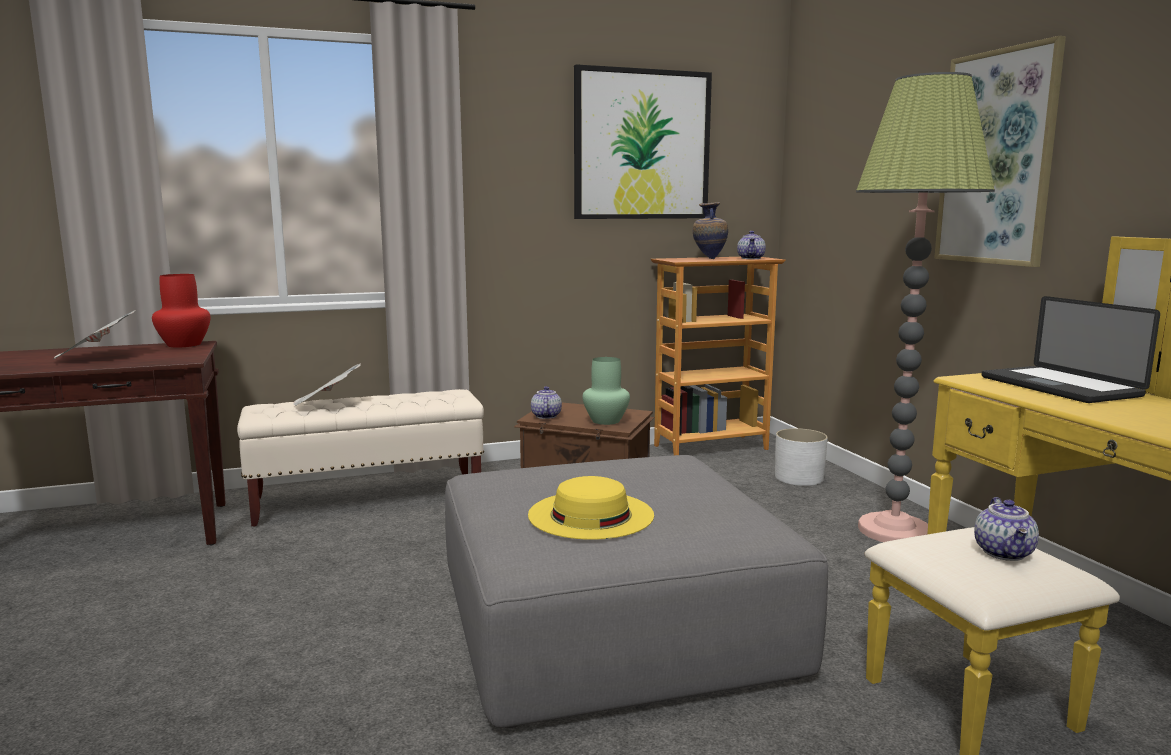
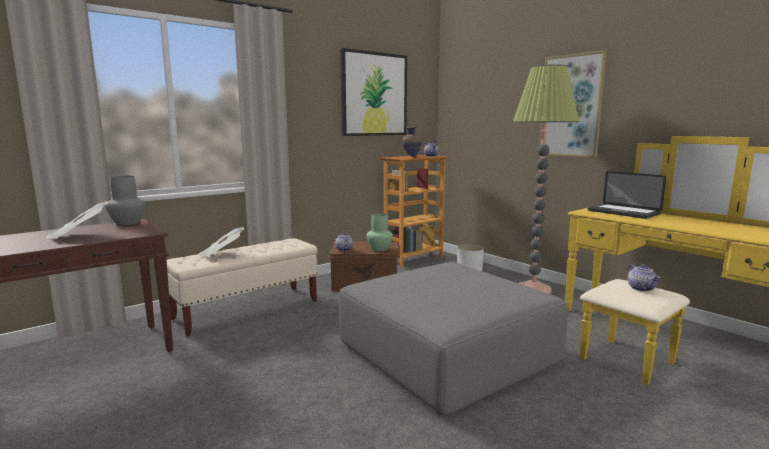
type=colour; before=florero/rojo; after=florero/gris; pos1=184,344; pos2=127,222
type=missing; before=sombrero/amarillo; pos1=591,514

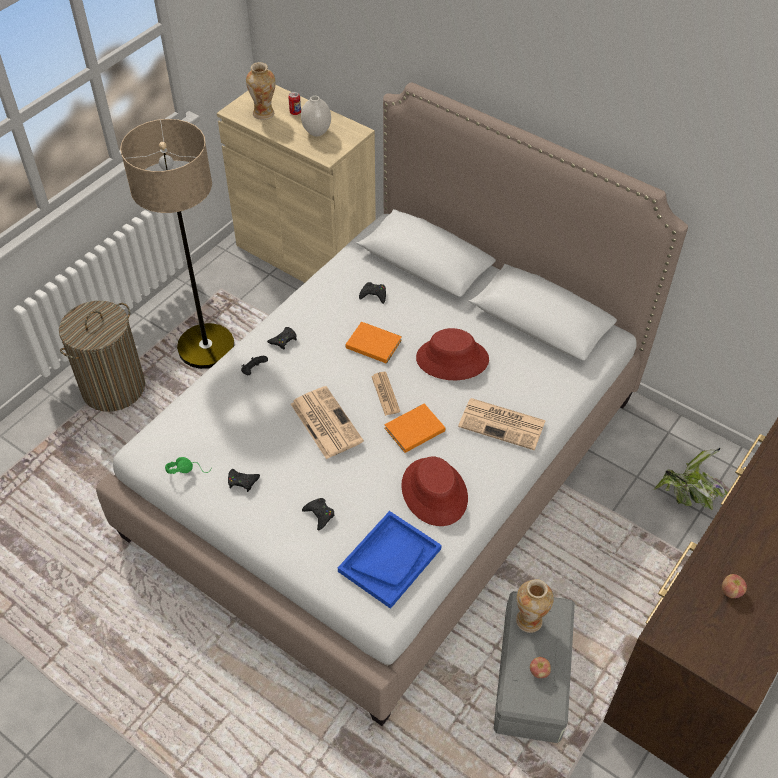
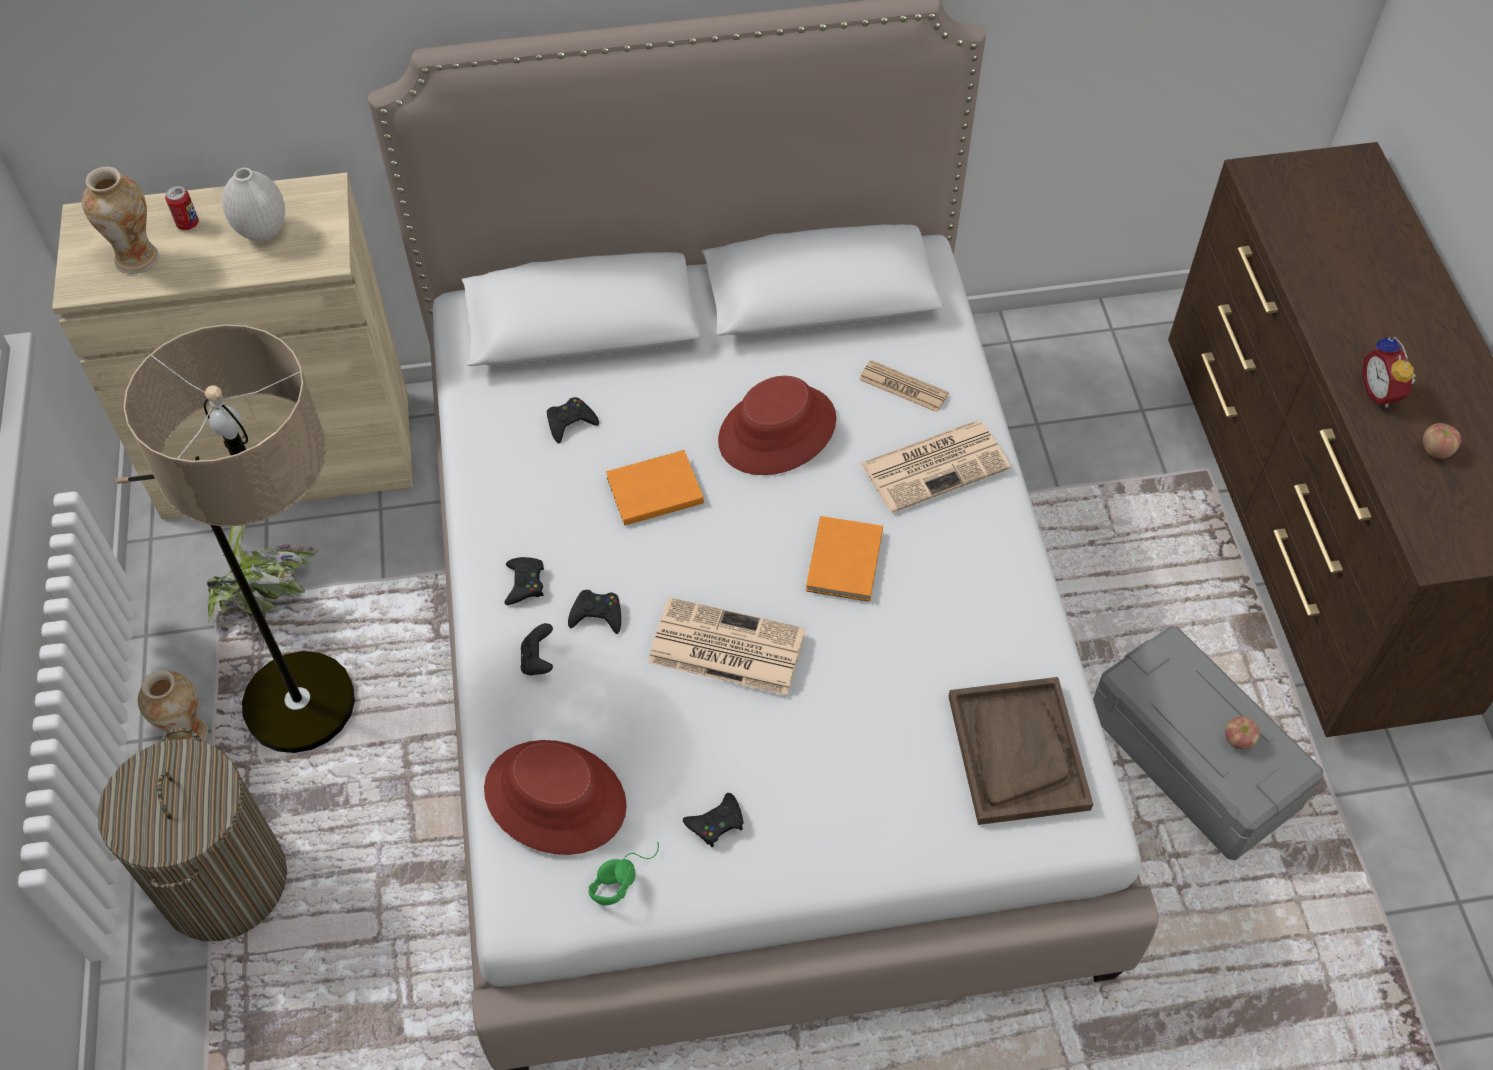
type=relocated; before=periódico; pos1=385,394; pos2=903,387
type=relocated; before=planta en maceta; pos1=688,498; pos2=265,598
type=relocated; before=sombrero/rojo; pos1=434,492; pos2=556,797
type=relocated; before=mando de consola/negro; pos1=319,515; pos2=597,615
type=colour; before=bandeja/azul; after=bandeja/marrón; pos1=389,560; pos2=1017,752
type=relocated; before=florero; pos1=529,620; pos2=188,733
type=appeared; after=despertador; pos2=1382,392

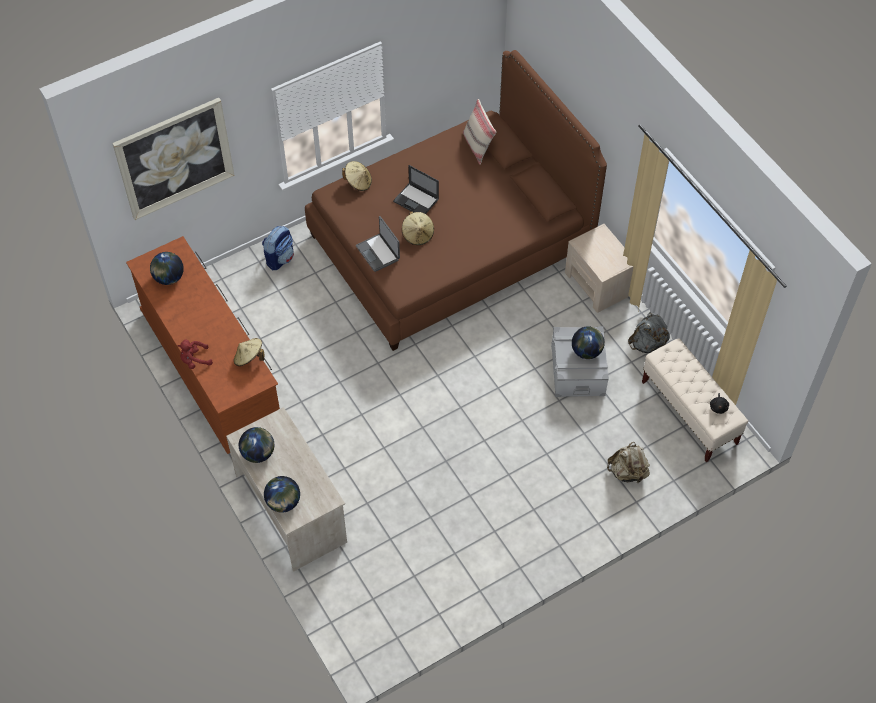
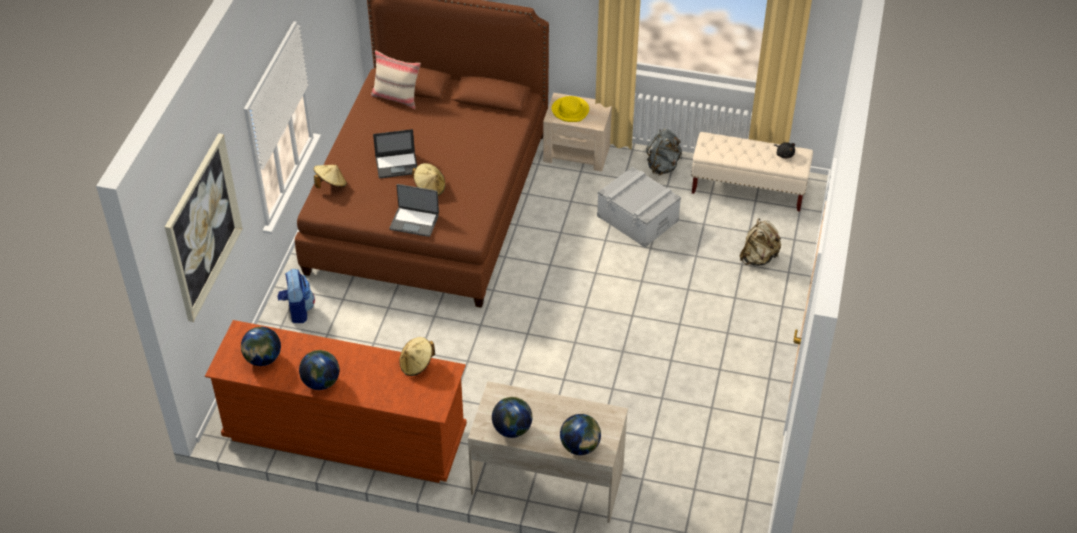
type=relocated; before=globo terráqueo; pos1=586,351; pos2=321,382
type=missing; before=peluche/rojo; pos1=195,360
type=appeared; after=sombrero/amarillo; pos2=570,111

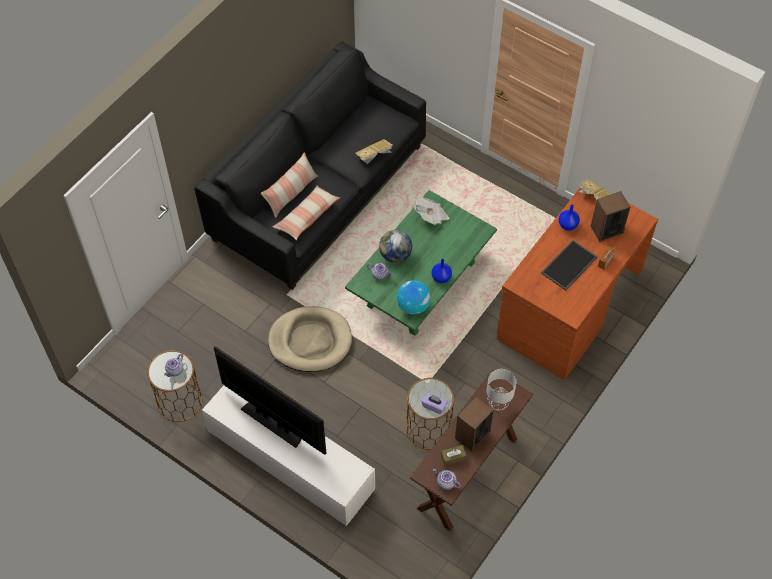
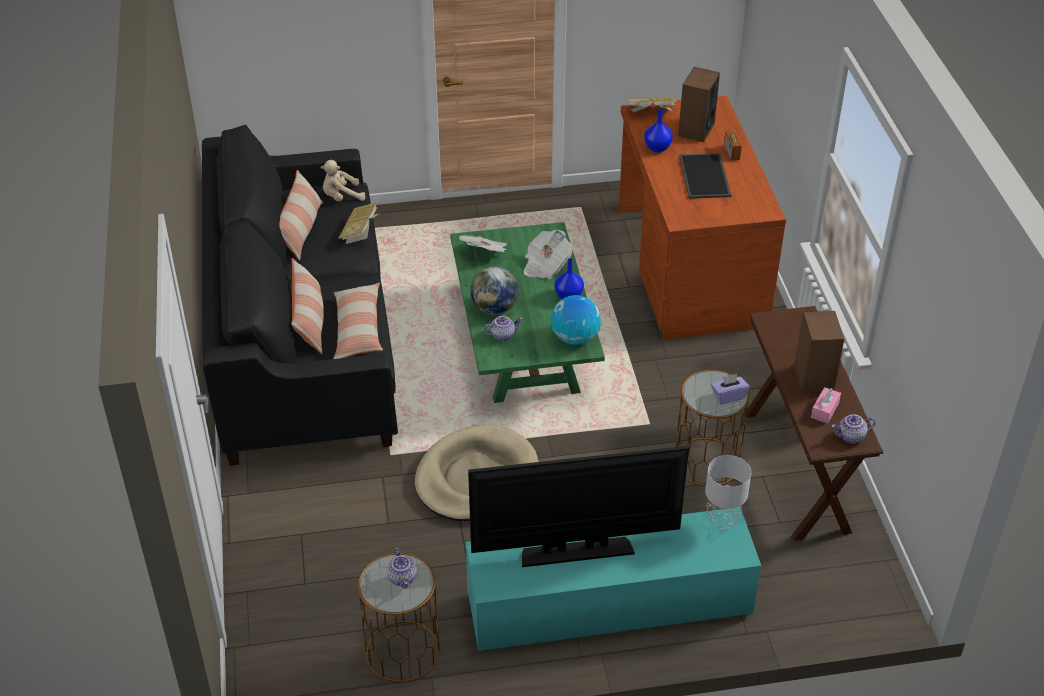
type=relocated; before=lámpara de mesa/gris; pos1=497,404; pos2=721,521
type=colour; before=mueble de televisión/blanco; after=mueble de televisión/turquesa; pos1=289,460; pos2=607,606
type=colour; before=caja de pañuelos/marrón; after=caja de pañuelos/rosa; pos1=453,457; pos2=824,410
type=appeared; after=peluche/beis; pos2=341,197
type=appeared; after=cojín; pos2=301,230
type=appeared; after=periódico; pos2=545,265

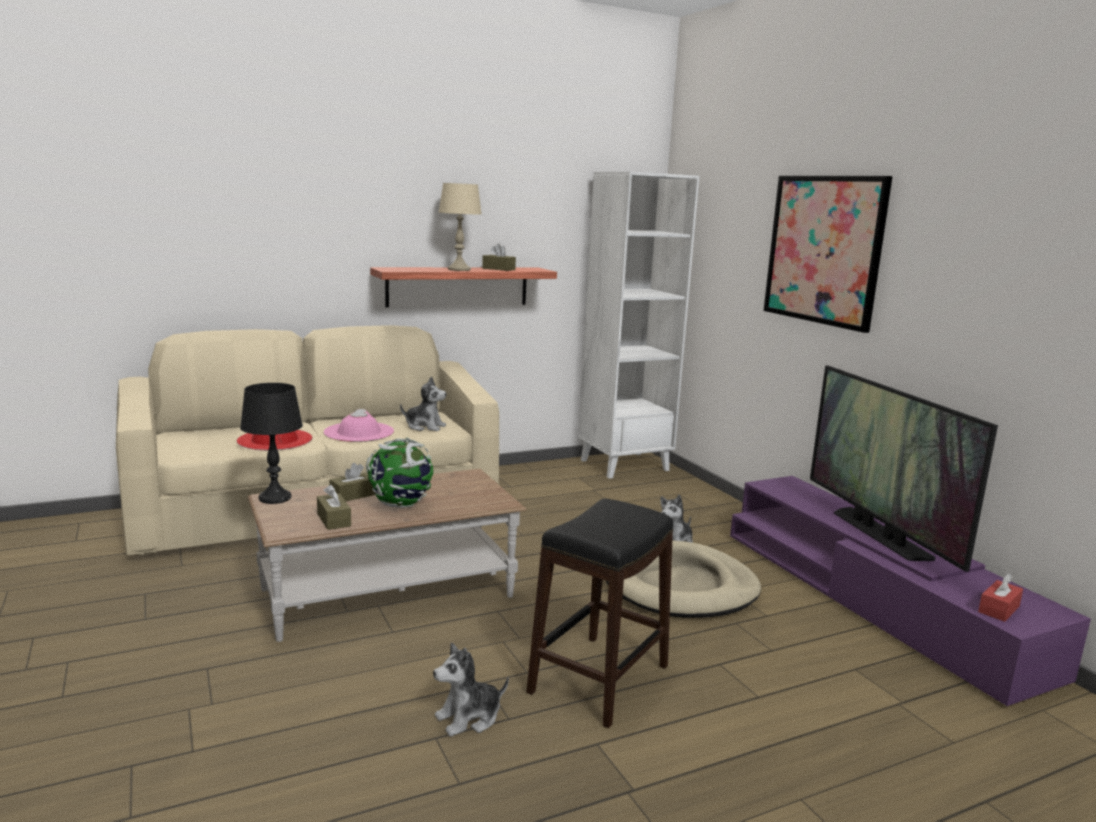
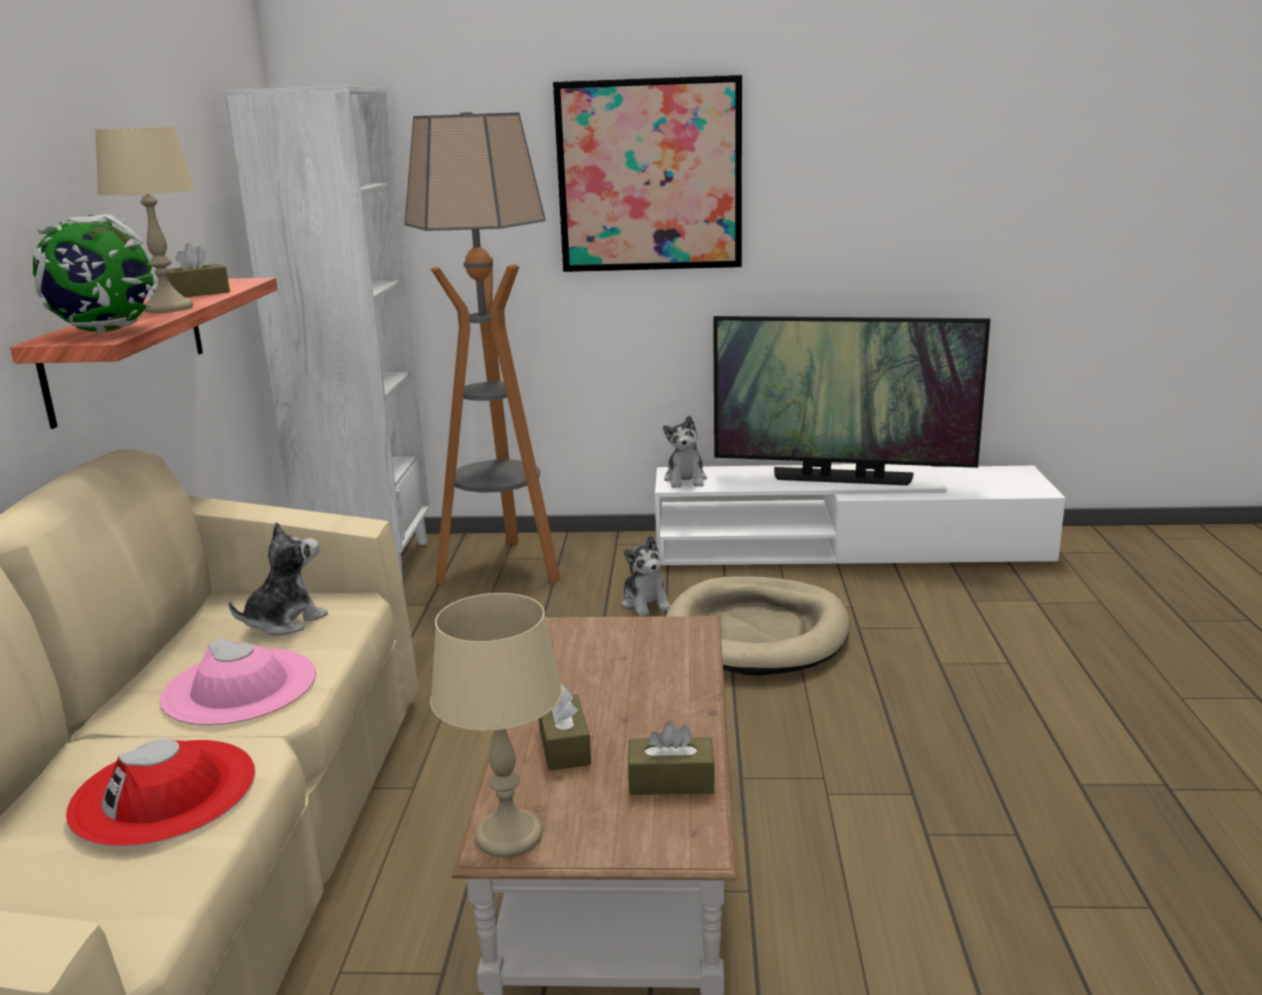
type=colour; before=lámpara de mesa/negro; after=lámpara de mesa/beis; pos1=275,498; pos2=510,835
type=relocated; before=globo terráqueo; pos1=401,504; pos2=104,331
type=colour; before=mueble de televisión/morado; after=mueble de televisión/blanco; pos1=872,599; pos2=847,548
type=missing; before=taburete/negro; pos1=600,679
type=missing; before=caja de pañuelos/rojo; pos1=998,609
type=relocated; before=peluche; pos1=469,718; pos2=686,479
type=appeared; after=lámpara de pie; pos2=503,568

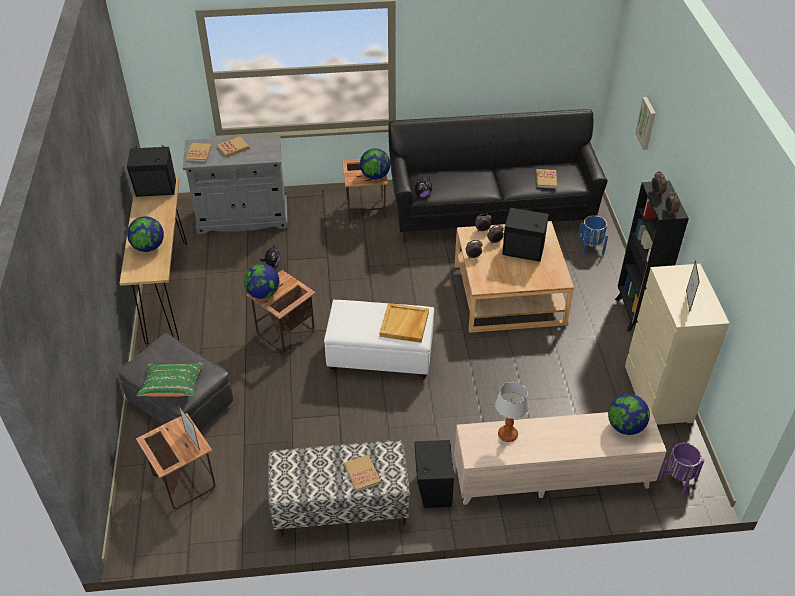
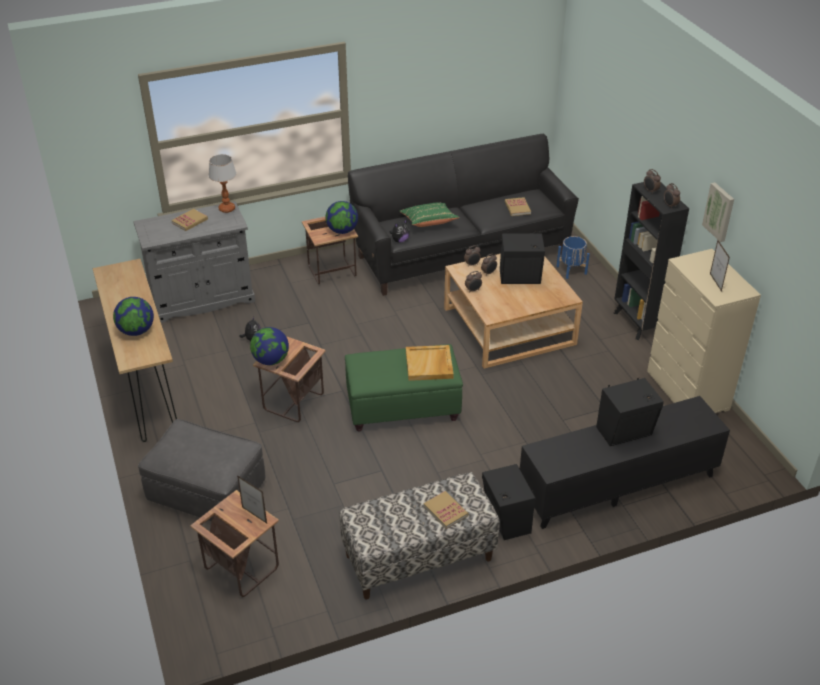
type=relocated; before=cuadro; pos1=647,123; pos2=719,211
type=missing; before=libro; pos1=199,153
type=relocated; before=altavoz/negro; pos1=156,189; pos2=626,432
type=colour; before=puf/blanco; after=puf/verde; pos1=379,357; pos2=402,407
type=relocated; before=cojín/verde; pos1=173,387; pos2=429,223
type=relocated; before=lámpara de mesa; pos1=508,435; pos2=227,209
type=missing; before=globo terráqueo; pos1=625,426
type=colour; before=mueble de televisión/beis; after=mueble de televisión/negro; pos1=552,477; pos2=617,485
type=missing; before=maceta/morado; pos1=678,478

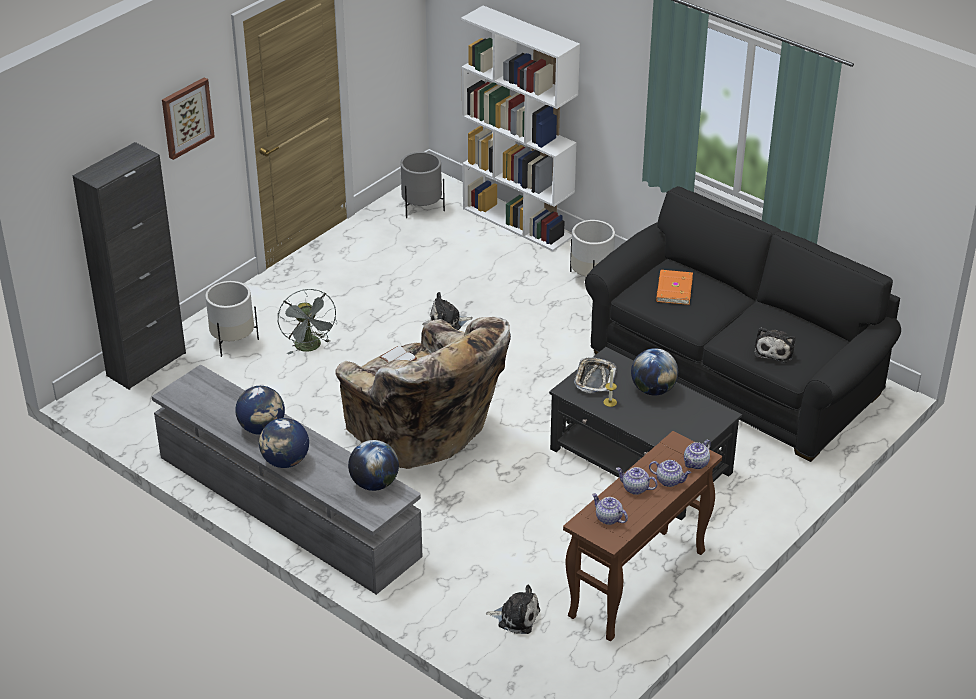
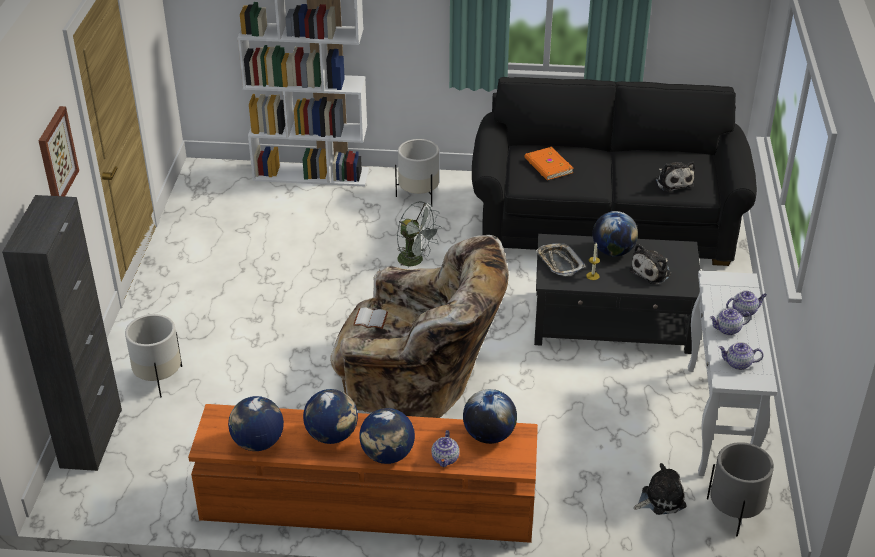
type=relocated; before=maceta/gris; pos1=422,208; pos2=734,512
type=relocated; before=ventilador/gris; pos1=310,347; pos2=415,260
type=relocated; before=peluche; pos1=448,322; pos2=652,272
type=colour; before=mueble de televisión/gris; after=mueble de televisión/naranja; pos1=288,507; pos2=368,505
type=colour; before=mesa consola/marrón; after=mesa consola/blanco; pos1=637,585; pos2=718,422
type=relocated; before=tetera; pos1=696,464; pos2=445,459
type=appeared; after=globo terráqueo; pos2=258,443

